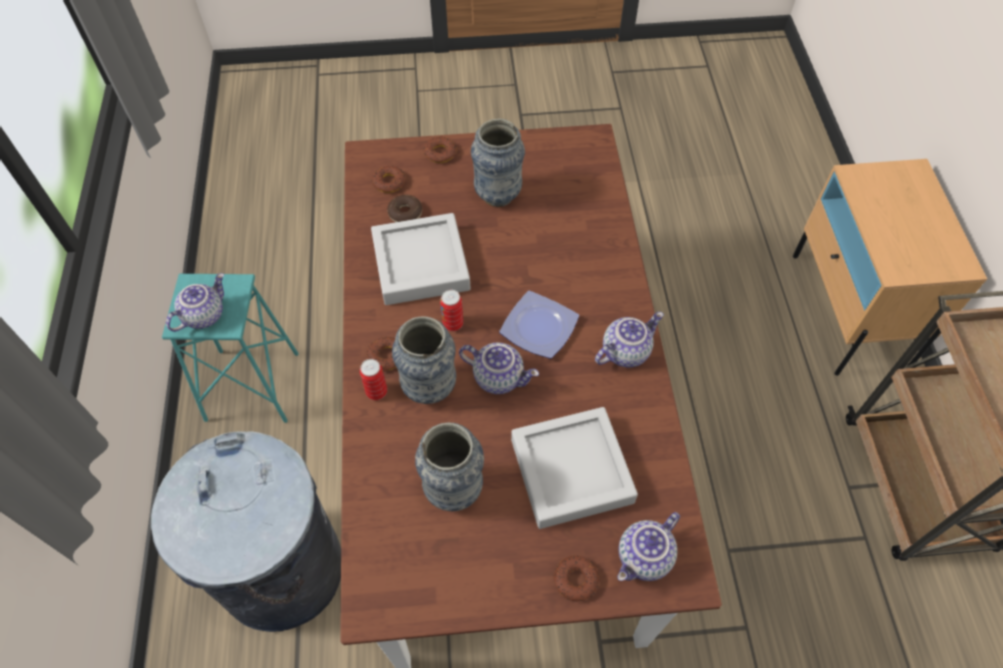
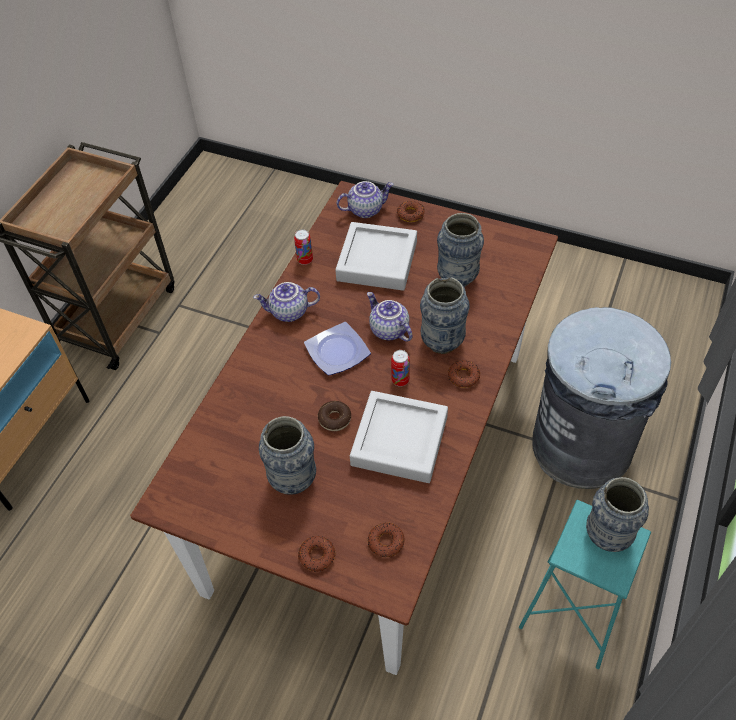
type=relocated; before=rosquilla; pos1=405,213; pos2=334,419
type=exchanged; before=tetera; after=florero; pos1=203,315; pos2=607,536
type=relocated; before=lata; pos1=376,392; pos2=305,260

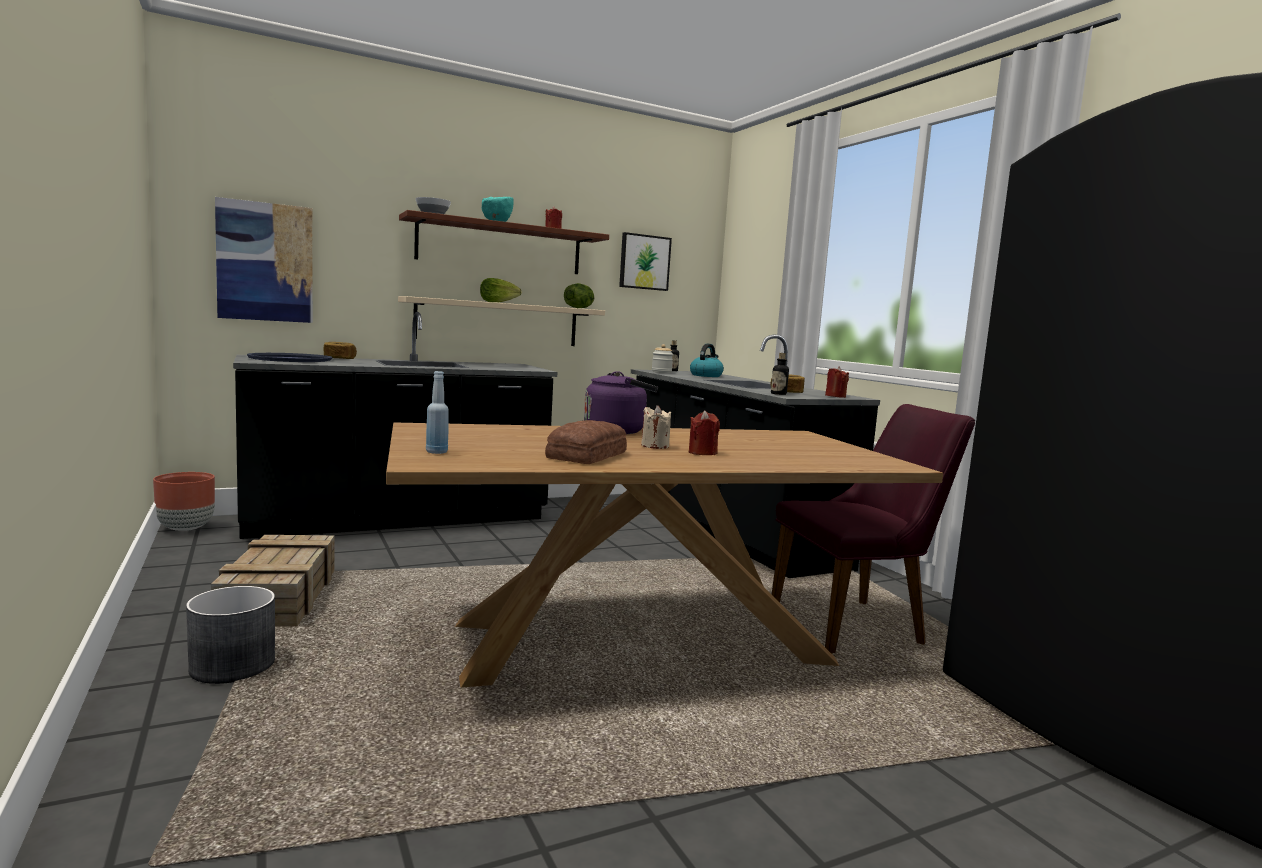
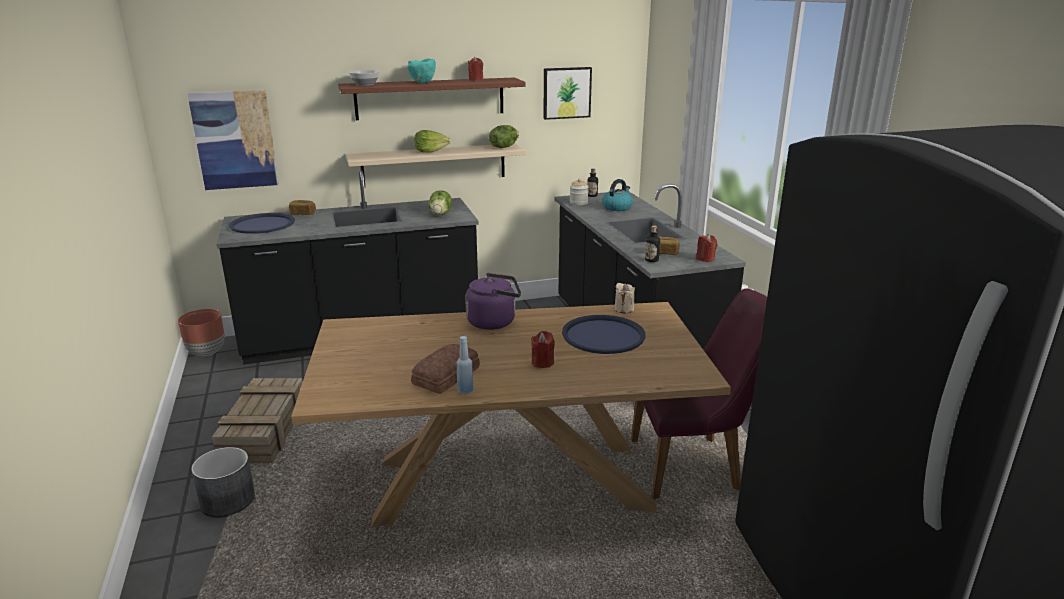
type=relocated; before=botella/azul; pos1=437,452; pos2=465,391
type=relocated; before=vela/beis; pos1=655,446; pos2=624,309
type=appeared; after=lechuga; pos2=441,214
type=appeared; after=bandeja/azul; pos2=603,335

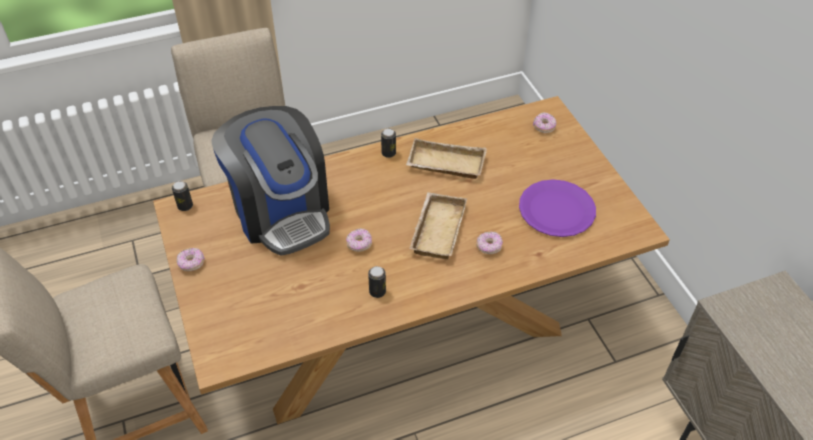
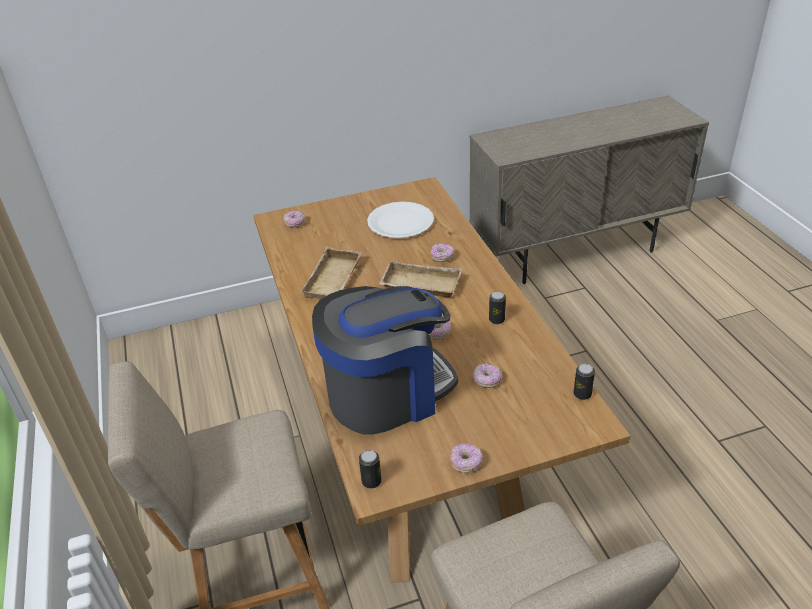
type=relocated; before=lata; pos1=388,153; pos2=582,394
type=colour; before=plato/morado; after=plato/blanco; pos1=556,210; pos2=400,222
type=appeared; after=rosquilla; pos2=486,380

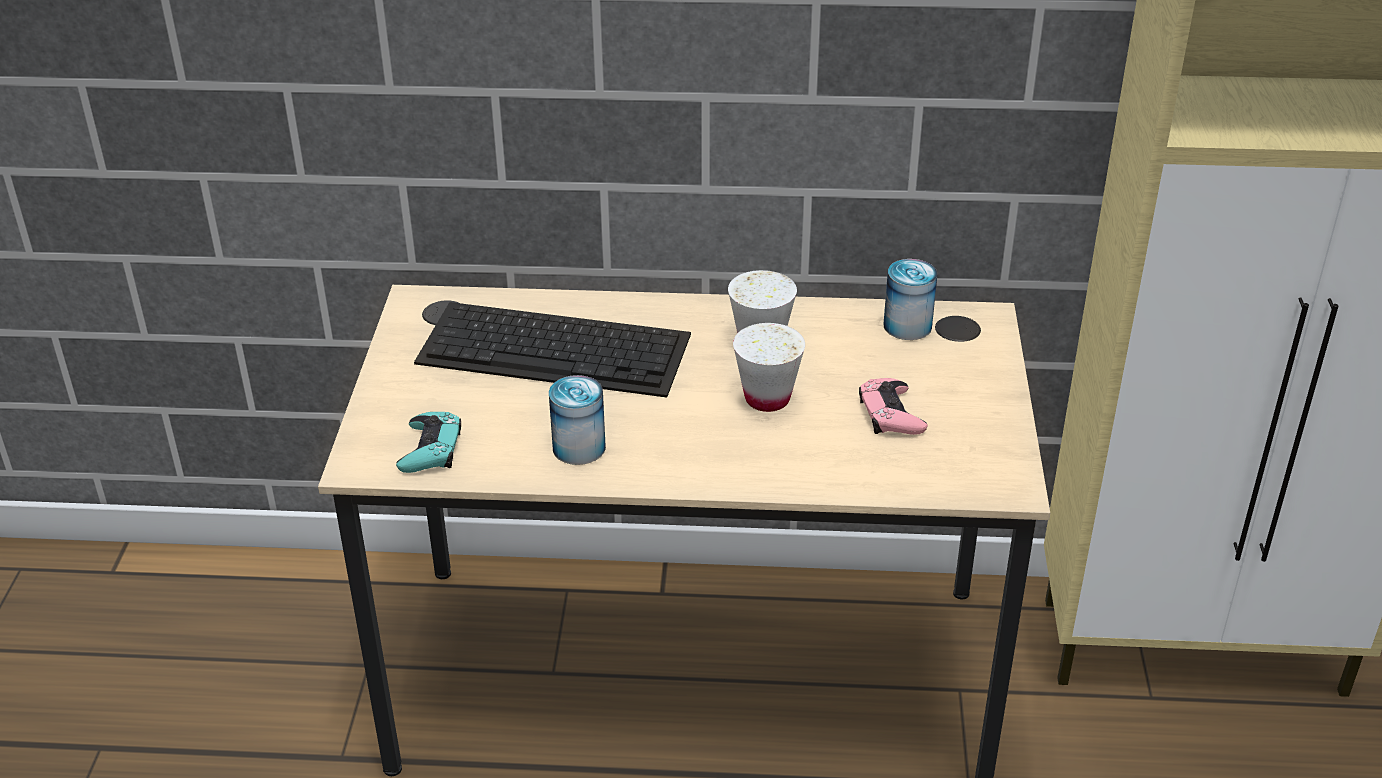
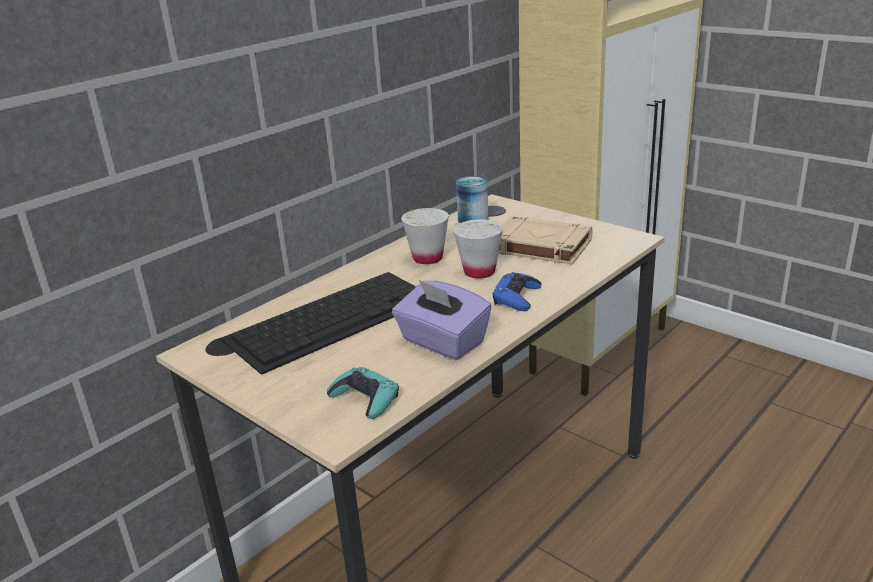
type=exchanged; before=lata; after=caja de pañuelos/morado; pos1=579,447; pos2=442,342
type=exchanged; before=mando de consola/rosa; after=libro/beis; pos1=891,414; pos2=539,246
type=appeared; after=mando de consola/azul; pos2=516,297

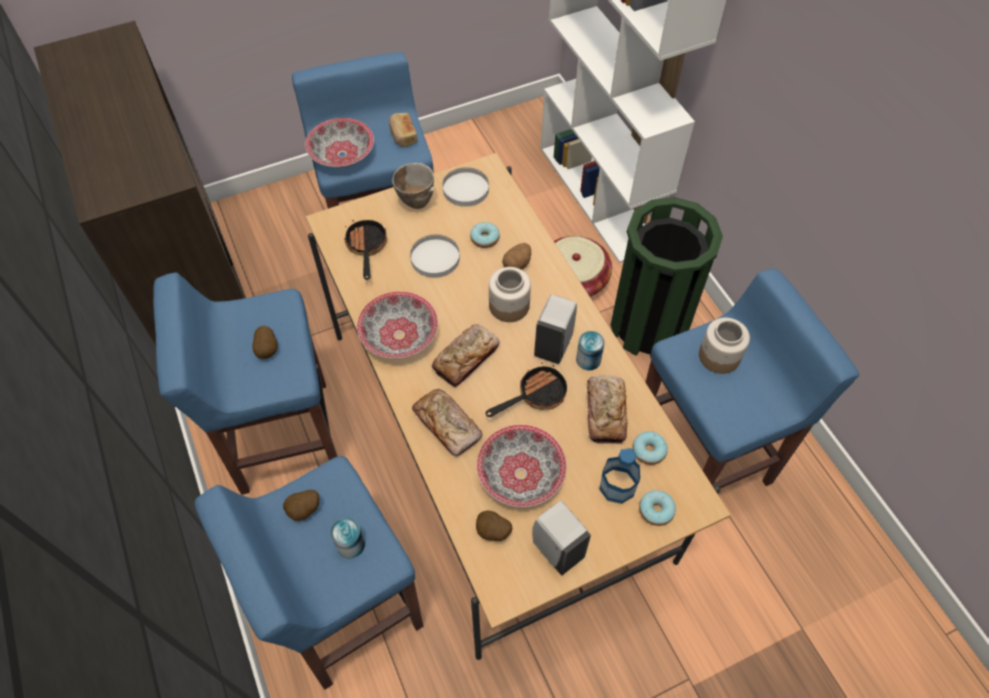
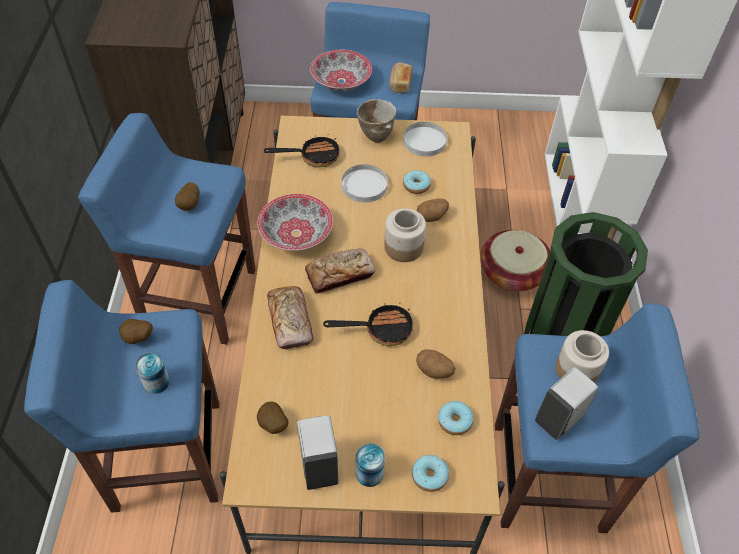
type=spun; before=sartén; pos1=366,247; pos2=313,156; turn=60
type=relocated; before=dispensador de jabón/blanco; pos1=553,345; pos2=559,418
type=relocated; before=lata; pos1=588,359; pos2=369,473
type=exchanged; before=pan; after=patata; pos1=605,413; pos2=434,371
type=missing; before=cuenco; pos1=520,474
type=missing; before=botella; pos1=617,486

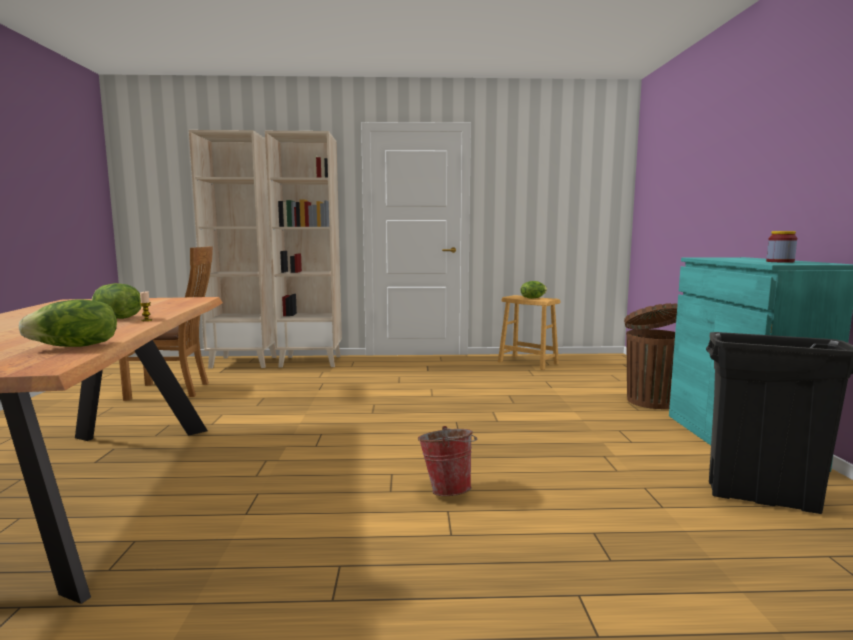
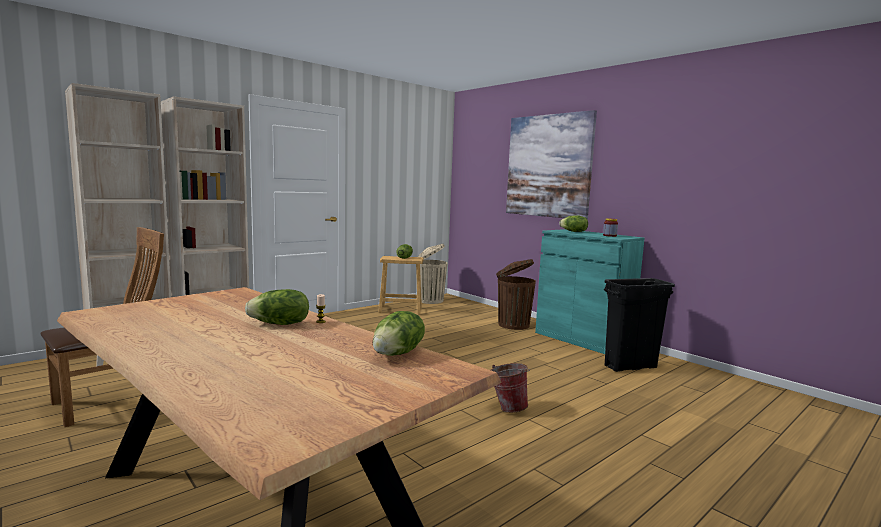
type=appeared; after=cuadro; pos2=548,166
type=appeared; after=lechuga; pos2=574,231
type=appeared; after=papelera/beis; pos2=429,300

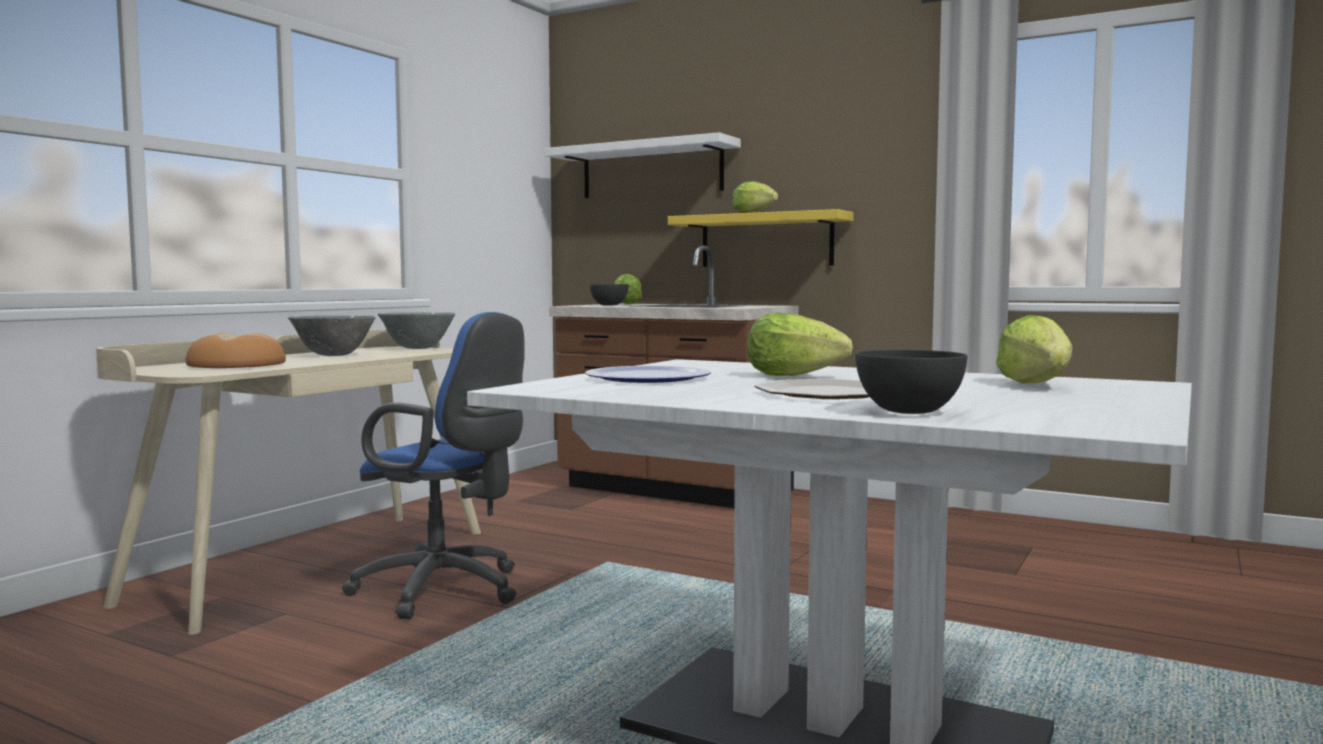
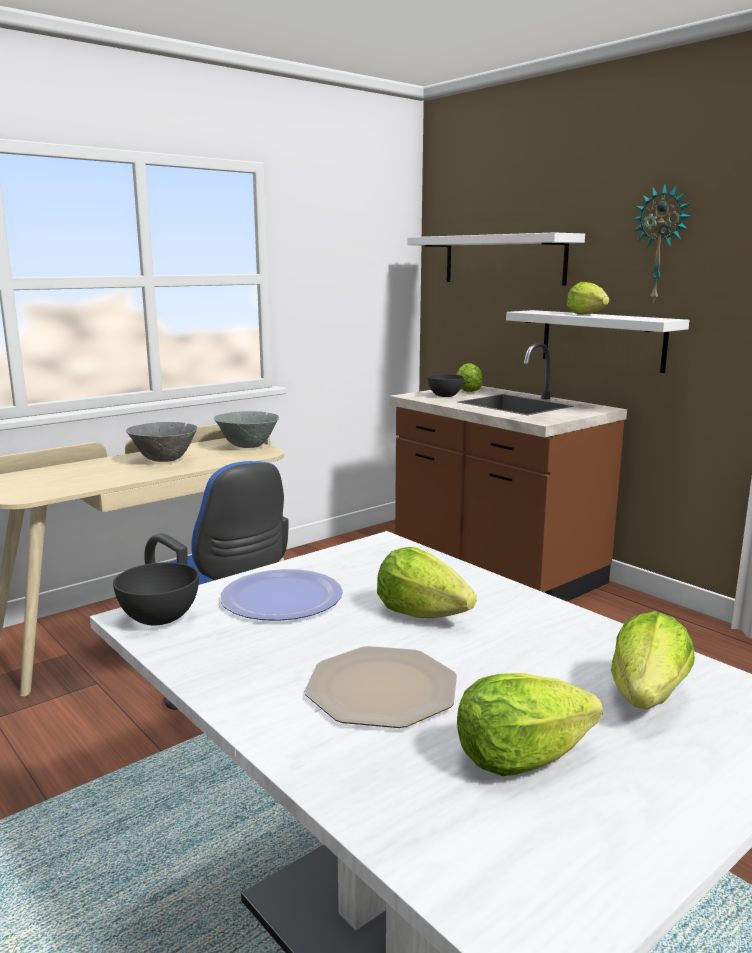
type=colour; before=estante/amarillo; after=estante/blanco; pos1=766,240; pos2=602,340
type=missing; before=pan; pos1=236,365
type=relocated; before=cuenco/gris; pos1=908,411; pos2=159,618
type=appeared; after=reloj de pared; pos2=661,244
type=appeared; after=lechuga; pos2=519,758

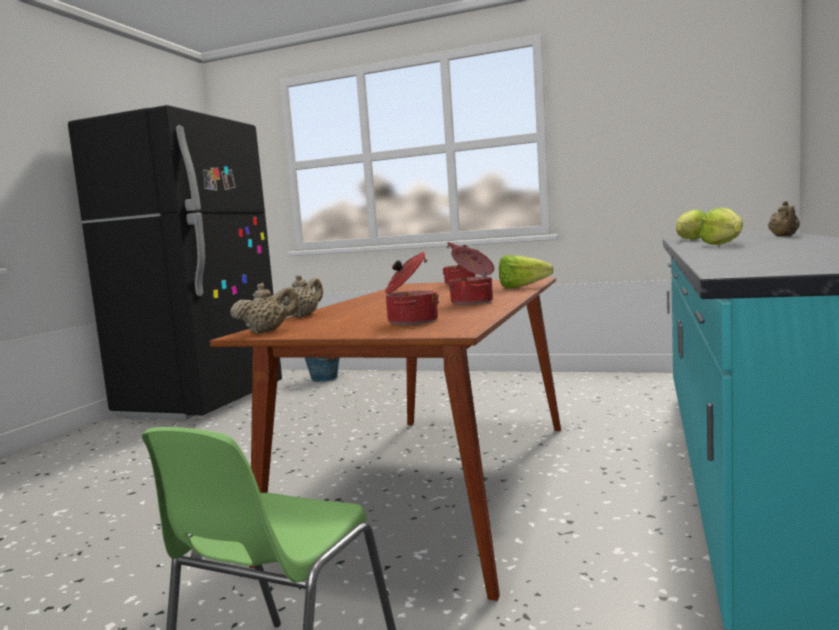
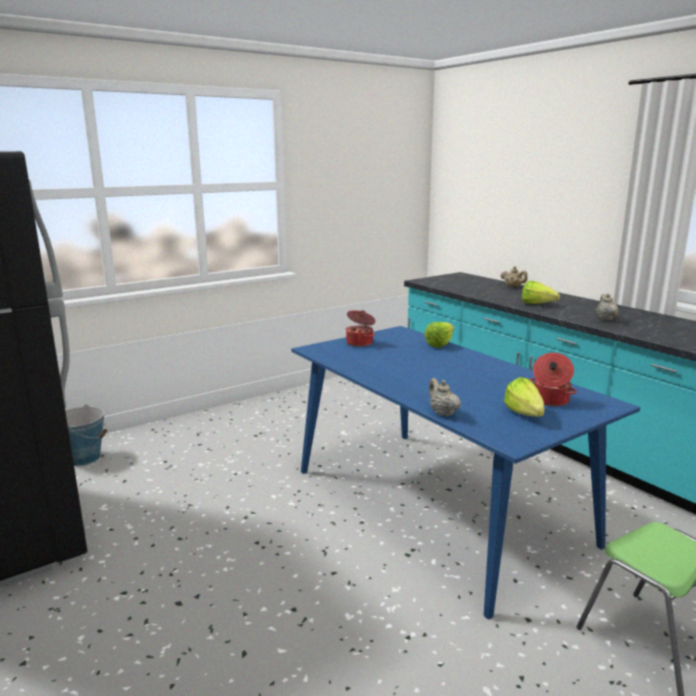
type=relocated; before=lechuga; pos1=687,240; pos2=525,416
type=missing; before=olla; pos1=473,302
type=colour; before=mesa de comedor/marrón; after=mesa de comedor/azul; pos1=438,483; pos2=435,505
type=relocated; before=tetera/beis; pos1=267,331; pos2=605,319

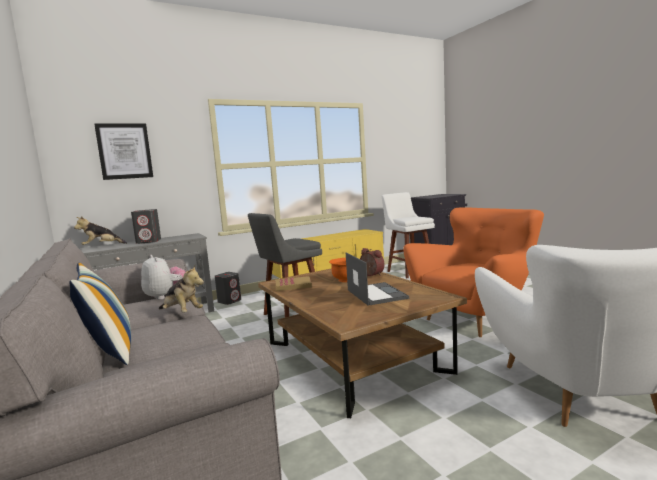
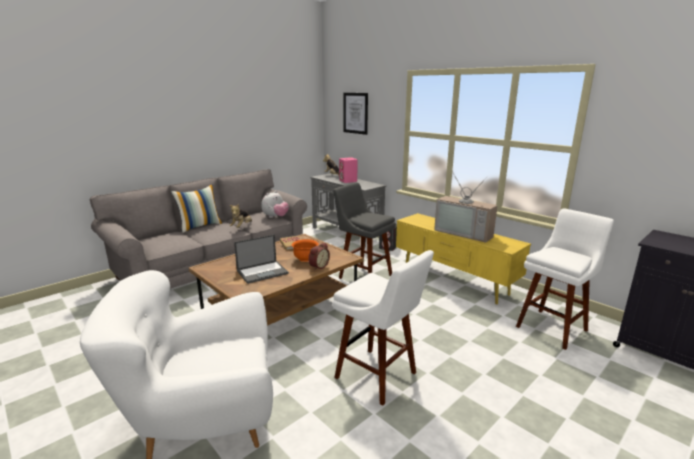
type=exchanged; before=sillón/naranja; after=taburete/blanco; pos1=476,317; pos2=379,377
type=colour; before=altavoz/gris; after=altavoz/rosa; pos1=149,241; pos2=348,181
type=appeared; after=televisor; pos2=465,233

